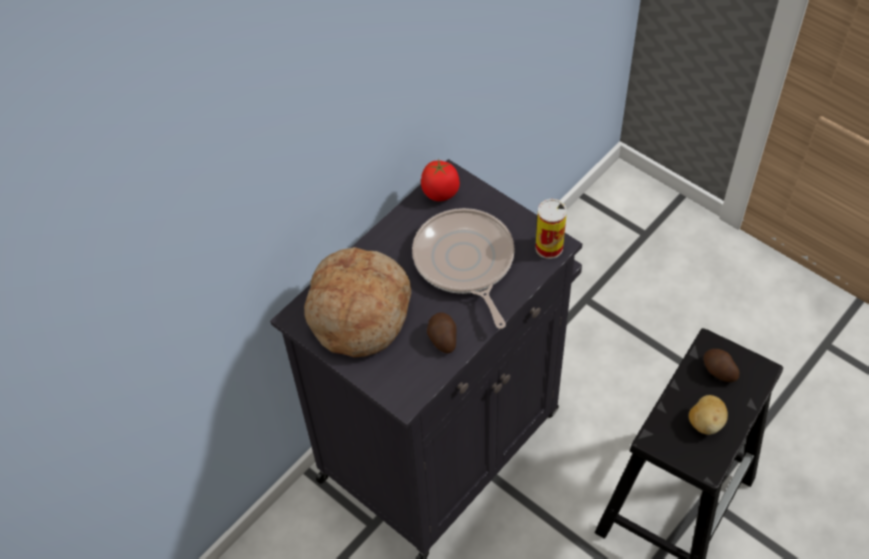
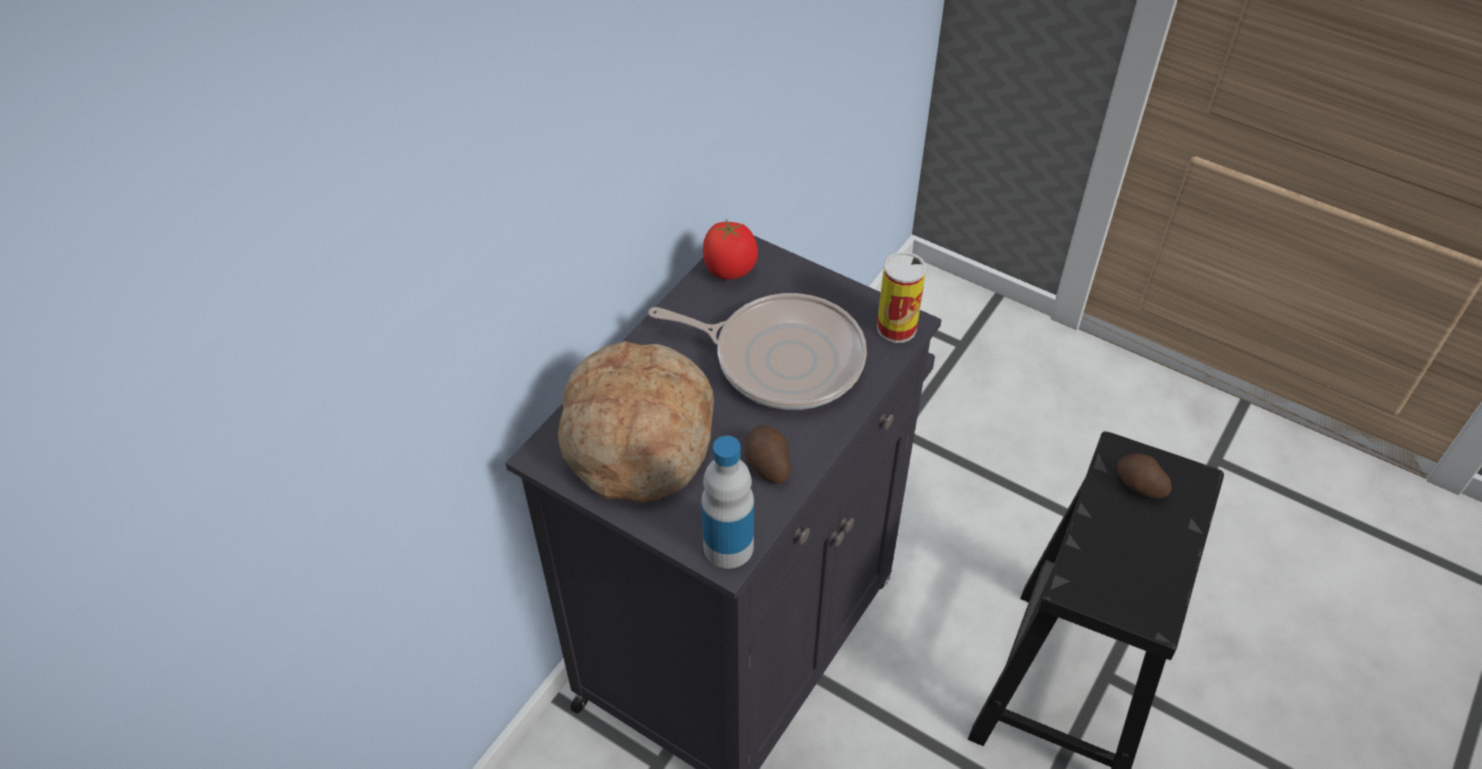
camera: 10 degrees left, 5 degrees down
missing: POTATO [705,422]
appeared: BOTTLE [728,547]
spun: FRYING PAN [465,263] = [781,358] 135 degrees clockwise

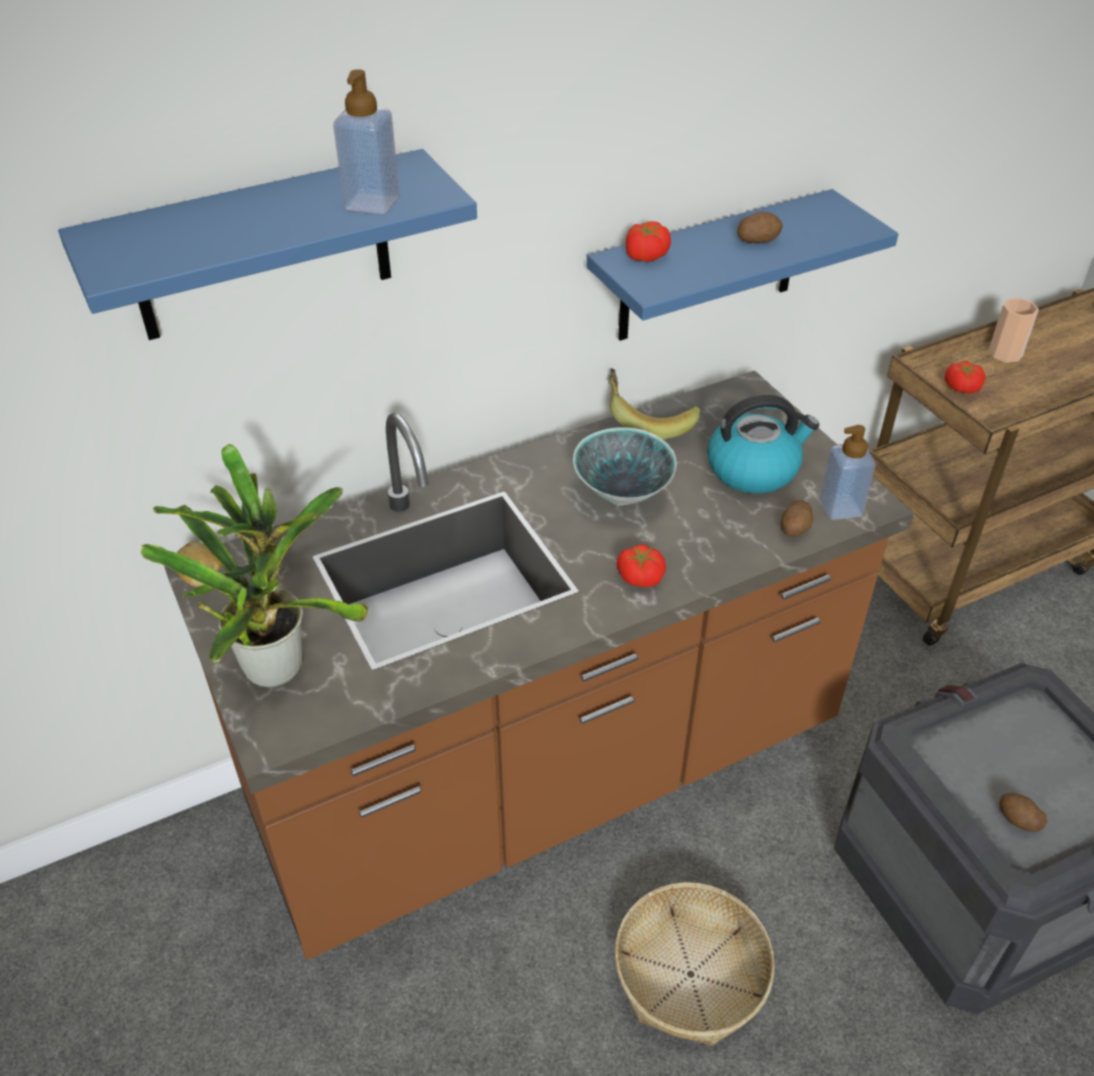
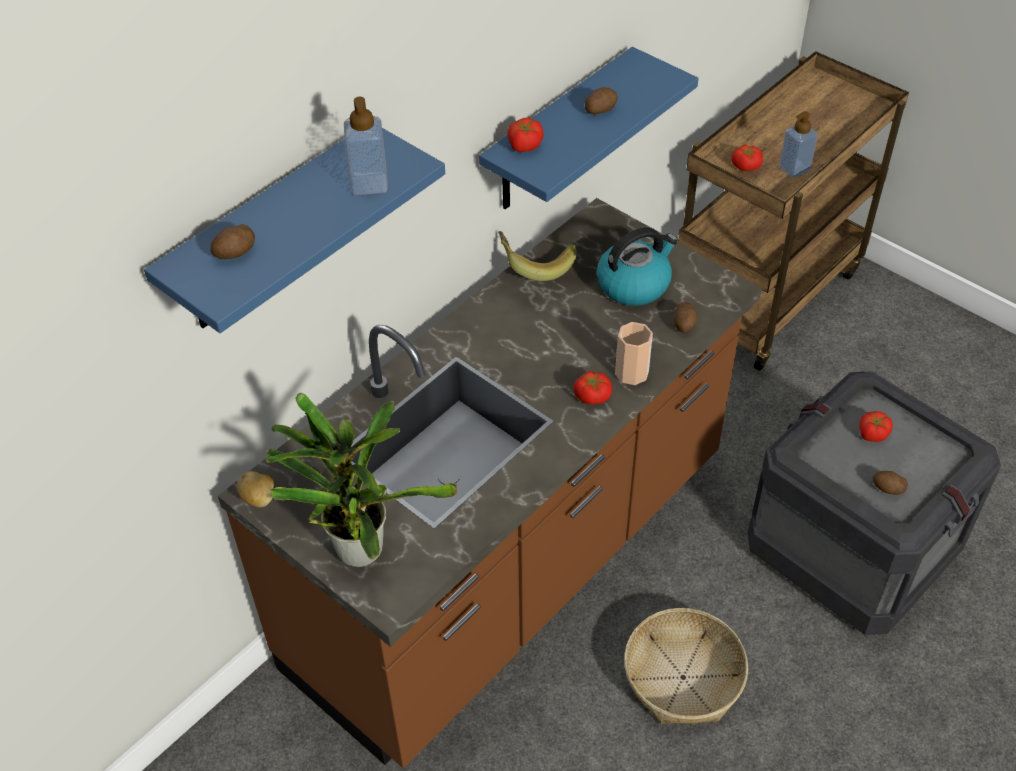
camera: 20 degrees left, 5 degrees up
missing: BOWL [622,493]
appeared: POTATO [236,253]; TOMATO [872,433]
relocated: CUP [1005,353] to [631,372]; SOAP DISPENSER [840,508] to [794,169]

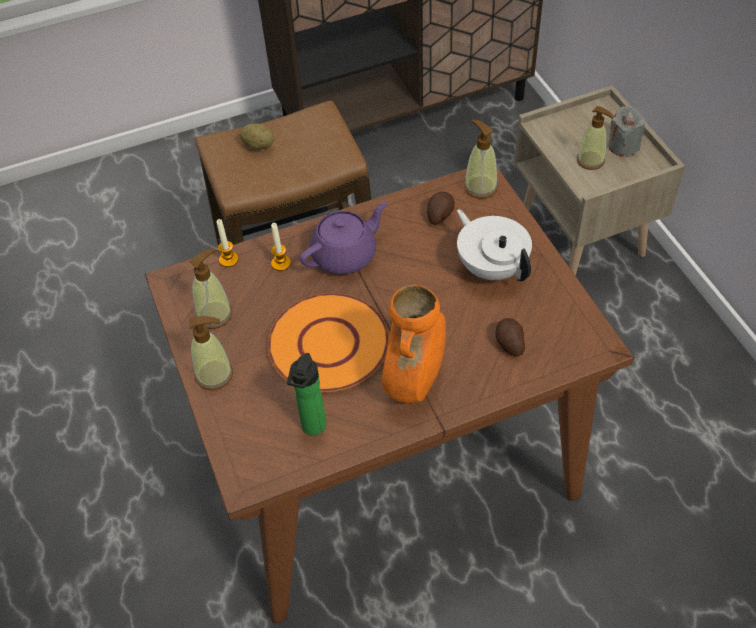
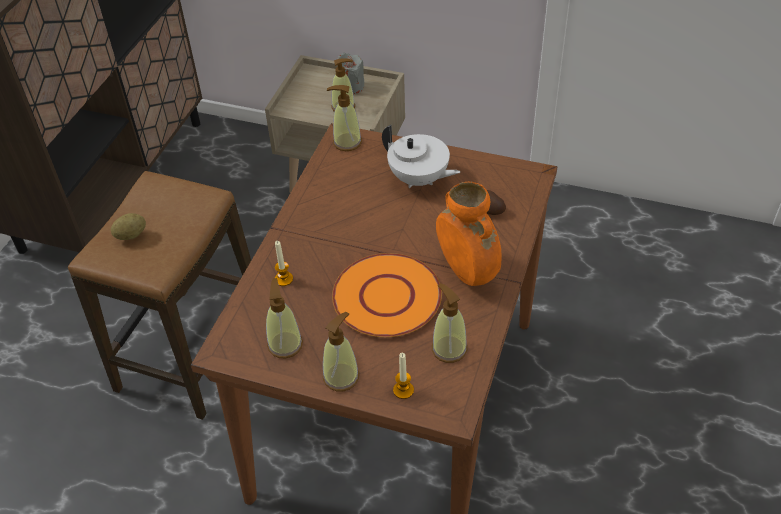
camera: 50 degrees left, 5 degrees down
missing: POTATO [439,214]; PURPLE TEAPOT [345,255]
relocated: CANDLE [228,259] to [403,390]
exchanged: BOTTLE [312,428] to SOAP DISPENSER [449,349]
spun: WHITE TEAPOT [492,267] = [419,179] 150 degrees counterclockwise

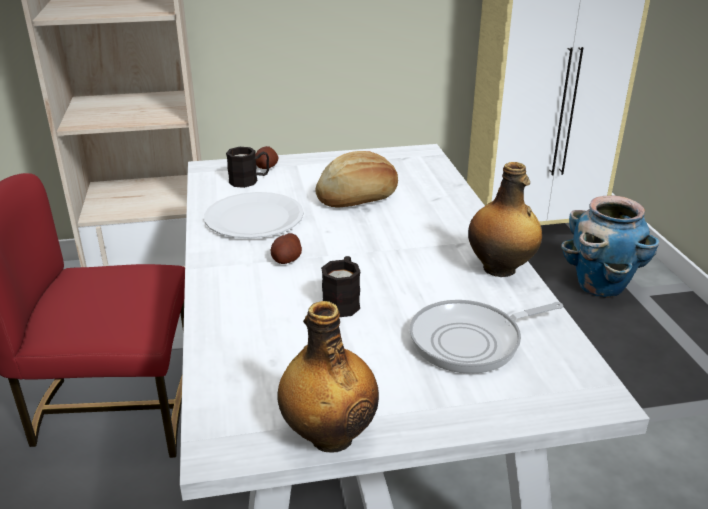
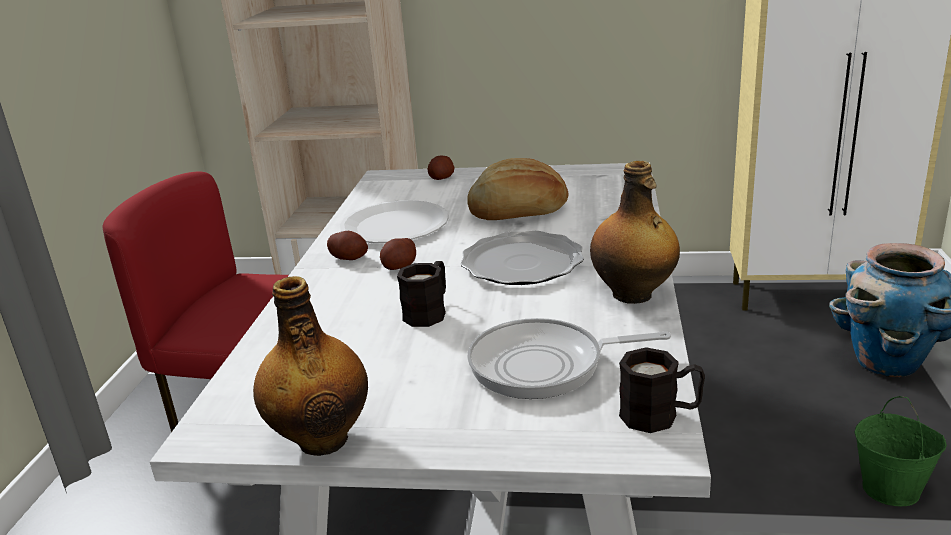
camera: 20 degrees right, 5 degrees down
appeared: POTATO [349,258]; PLATE [523,263]; GREEN BUCKET [891,489]
relocated: BLACK MUG [249,181] to [660,415]

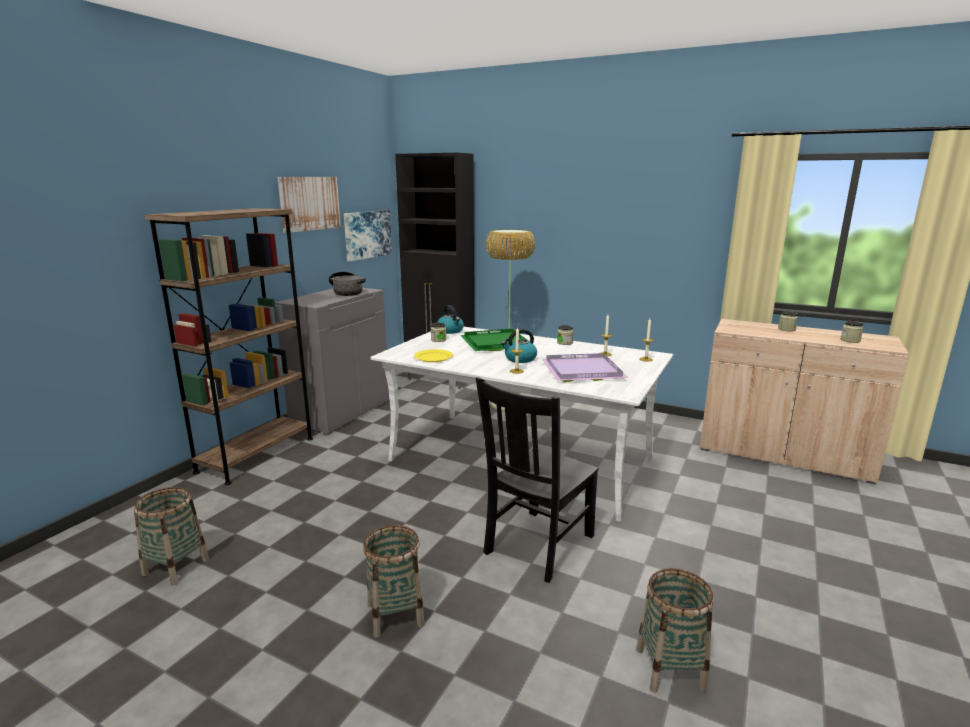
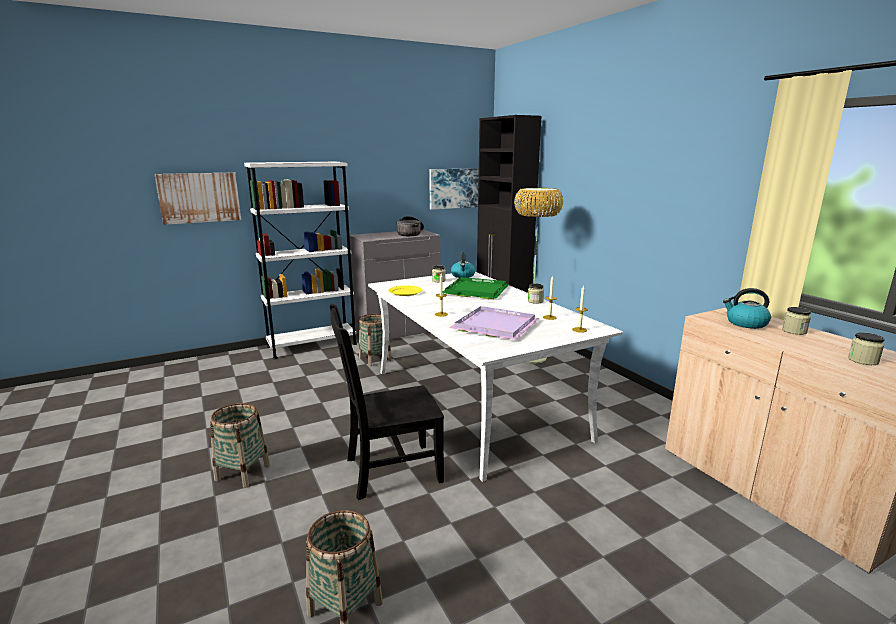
camera: 35 degrees right, 0 degrees up
relocated: PICTURE [309,203] to [199,197]; KETTLE [520,359] to [745,323]; BASKET [176,566] to [375,359]
colour: BROWN BOOKCASE [256,455] to WHITE BOOKCASE [312,345]

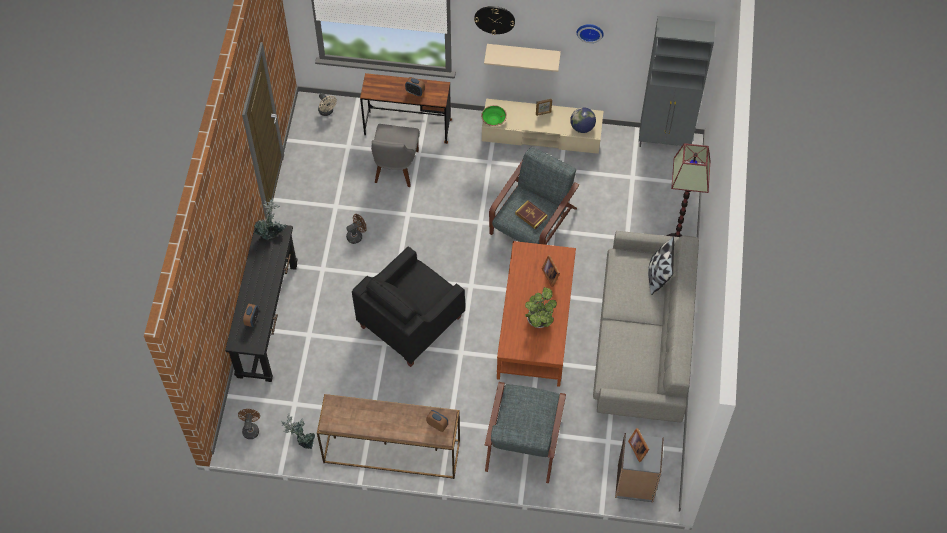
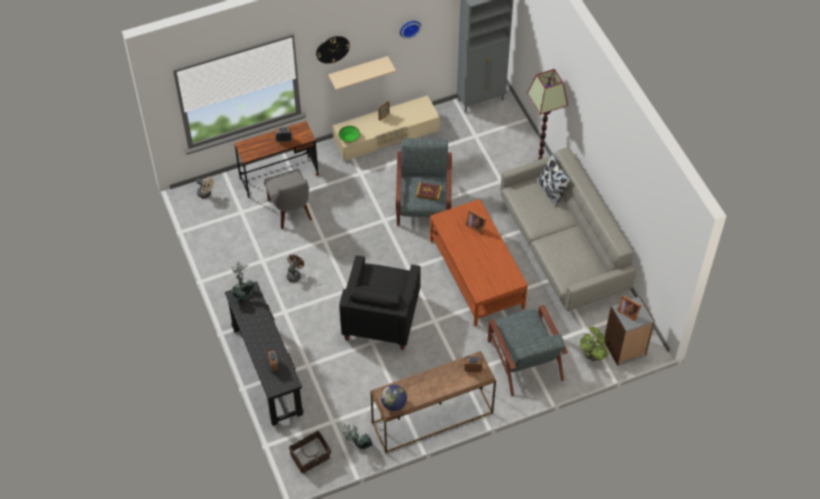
camera: 30 degrees left, 5 degrees down
relocated: GLOBE [582,127] to [394,404]; POTTED PLANT [539,319] to [592,355]
exchanged: BROWN FAN [251,429] to BASKET [311,457]

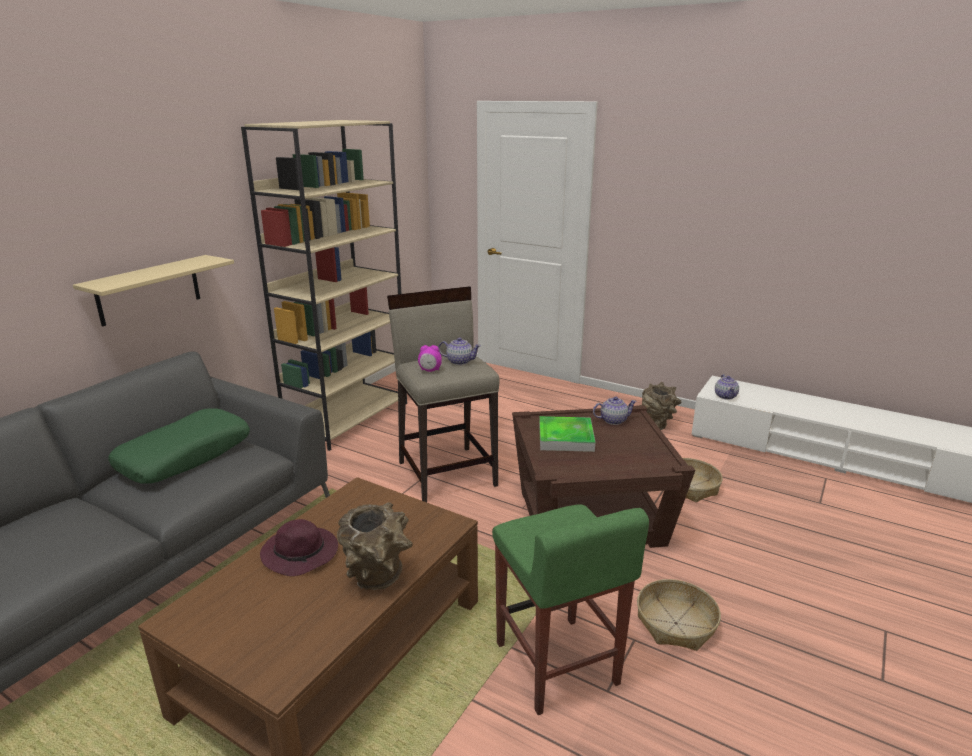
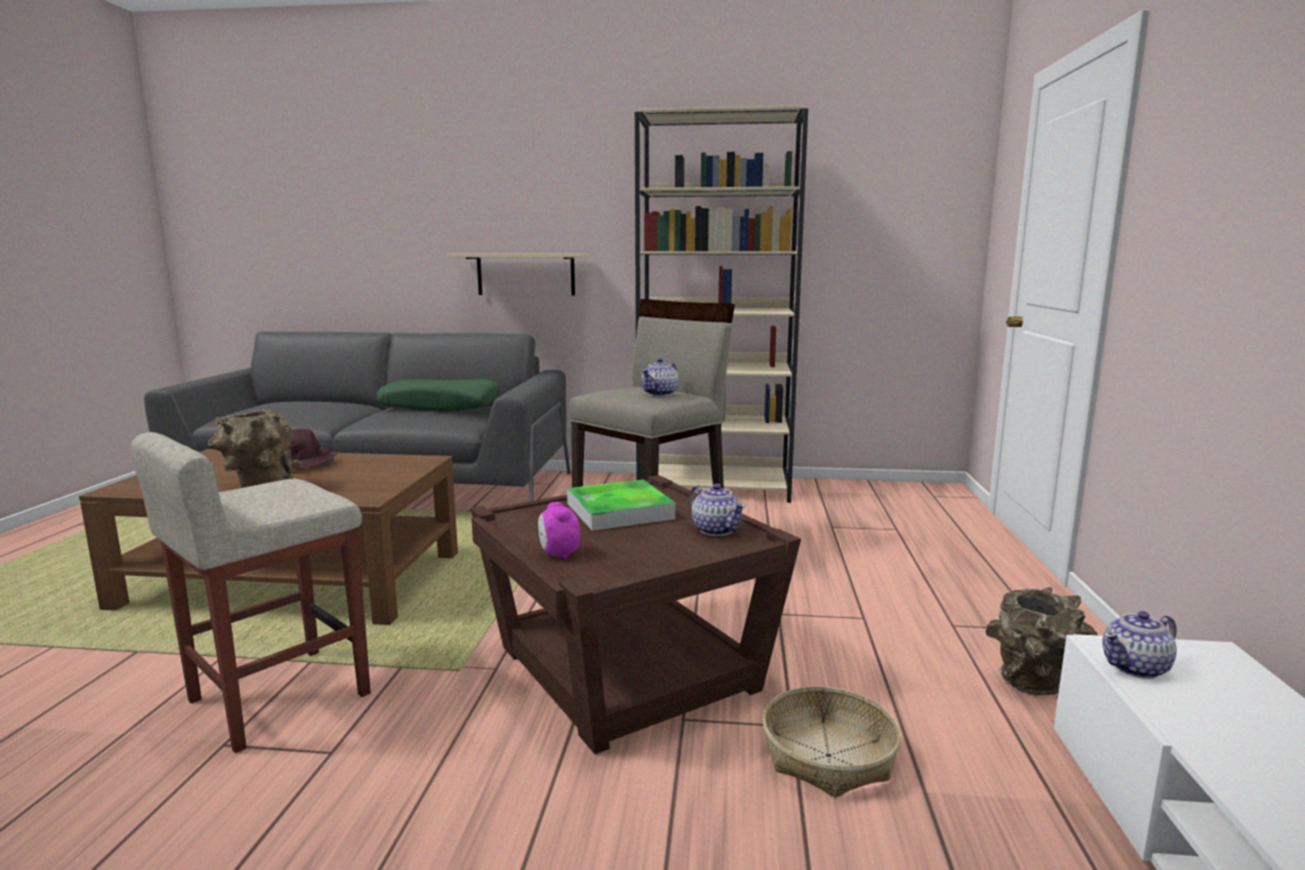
camera: 65 degrees right, 10 degrees down
missing: BASKET [676,623]
relocated: ALARM CLOCK [430,370] to [559,554]
colour: GREEN STOOL [557,665] to BEIGE STOOL [276,698]
spun: TEAPOT [459,361] = [660,394] 45 degrees clockwise

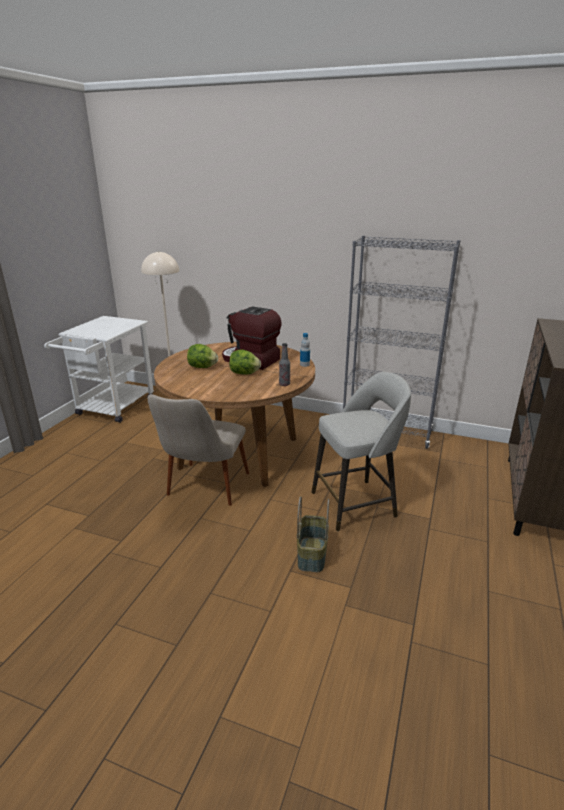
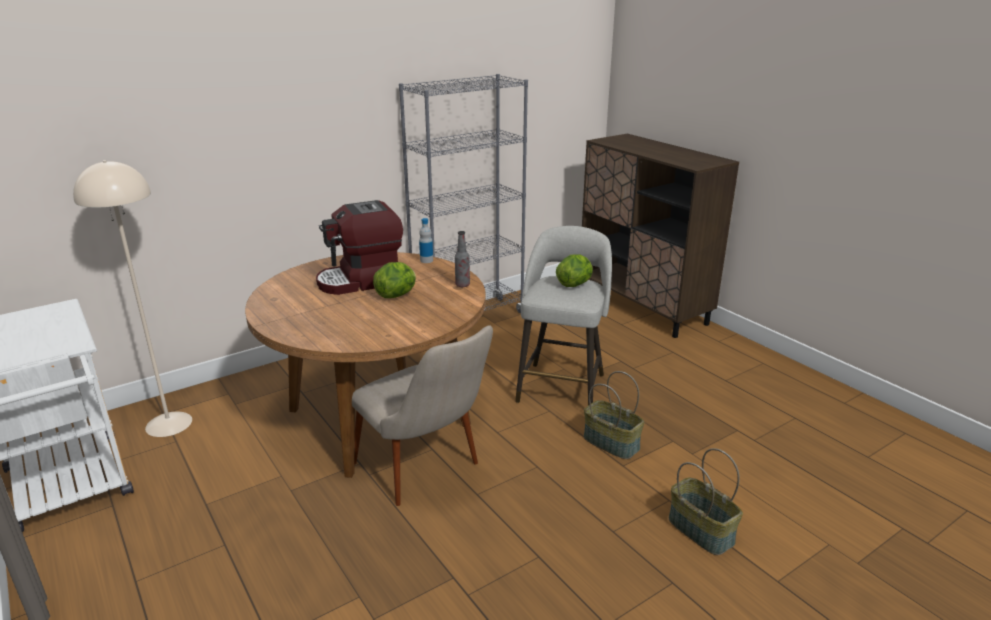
camera: 55 degrees left, 0 degrees up
appeared: BASKET [702,530]
relocated: LETTUCE [202,367] to [575,284]

